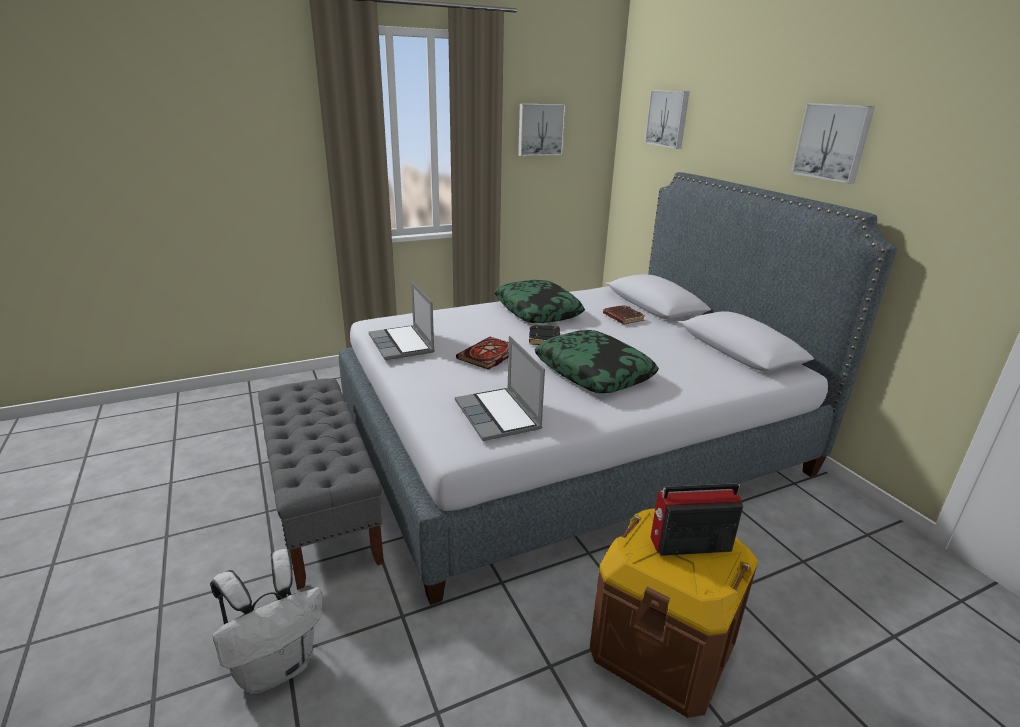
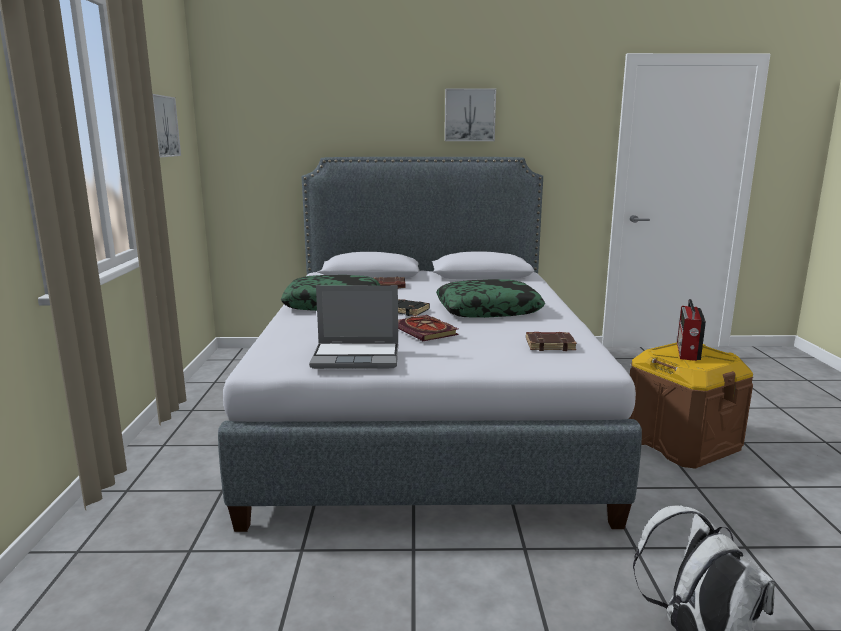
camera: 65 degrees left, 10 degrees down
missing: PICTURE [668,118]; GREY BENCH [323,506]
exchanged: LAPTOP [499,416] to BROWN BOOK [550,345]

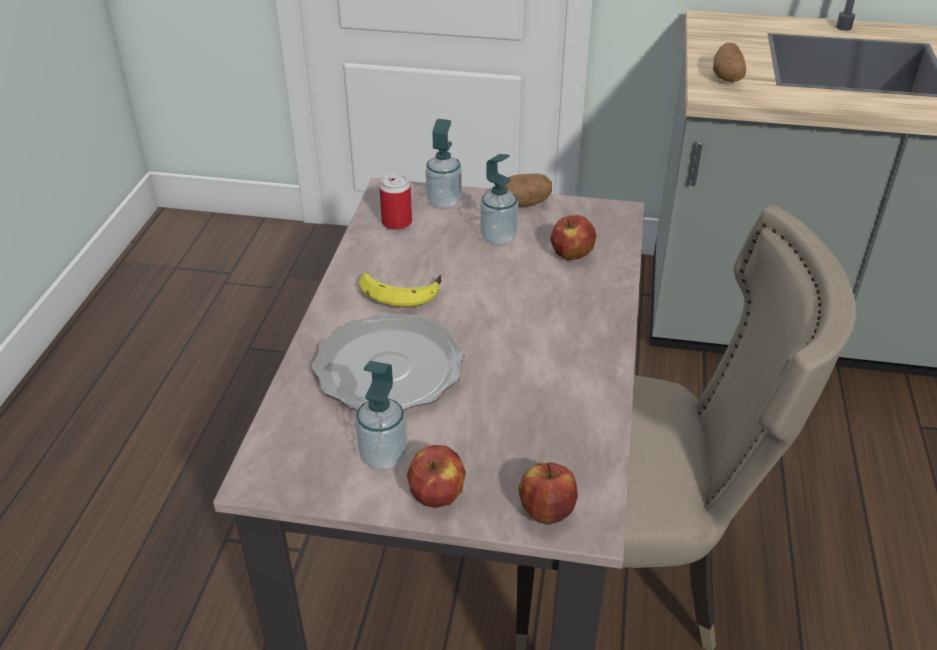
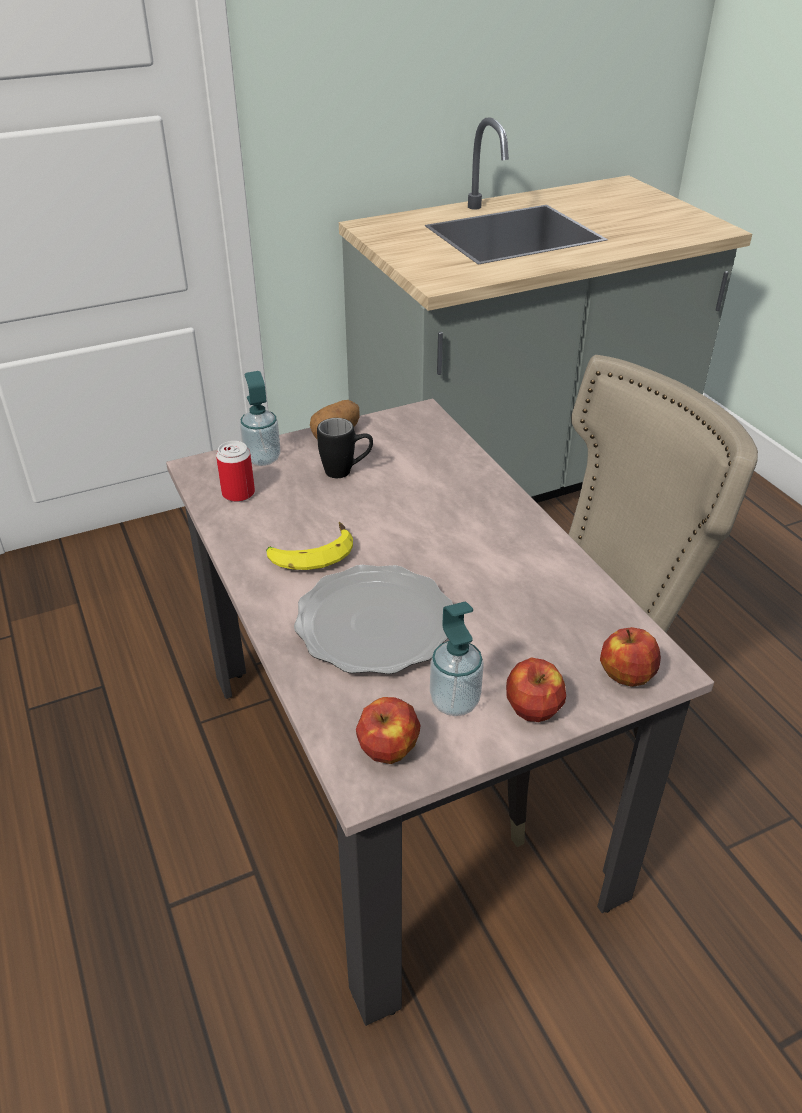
camera: 35 degrees left, 0 degrees up
missing: POTATO [727,77]
relocated: APPLE [572,254] to [389,749]
exchanged: SOAP DISPENSER [498,238] to BLACK MUG [346,472]

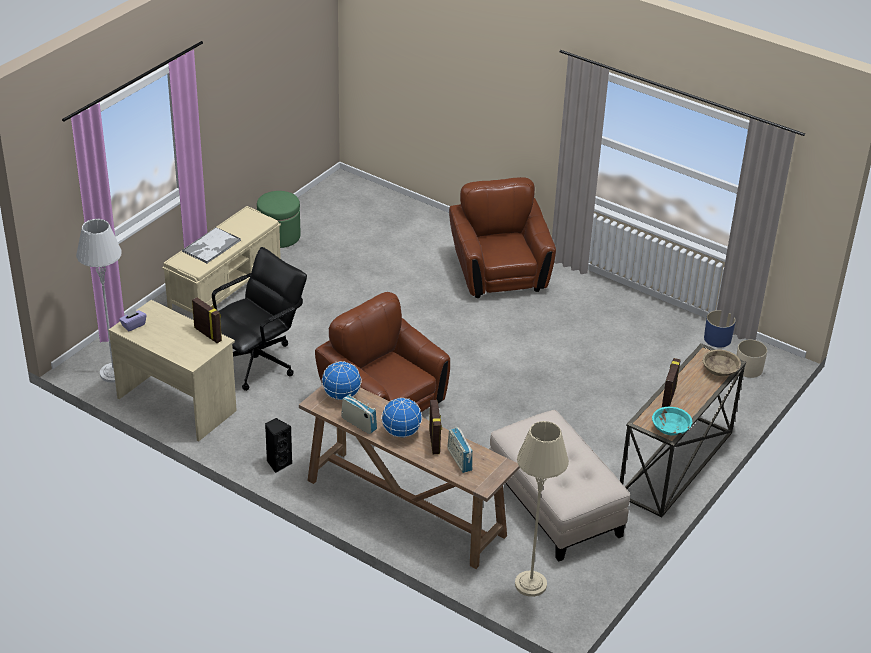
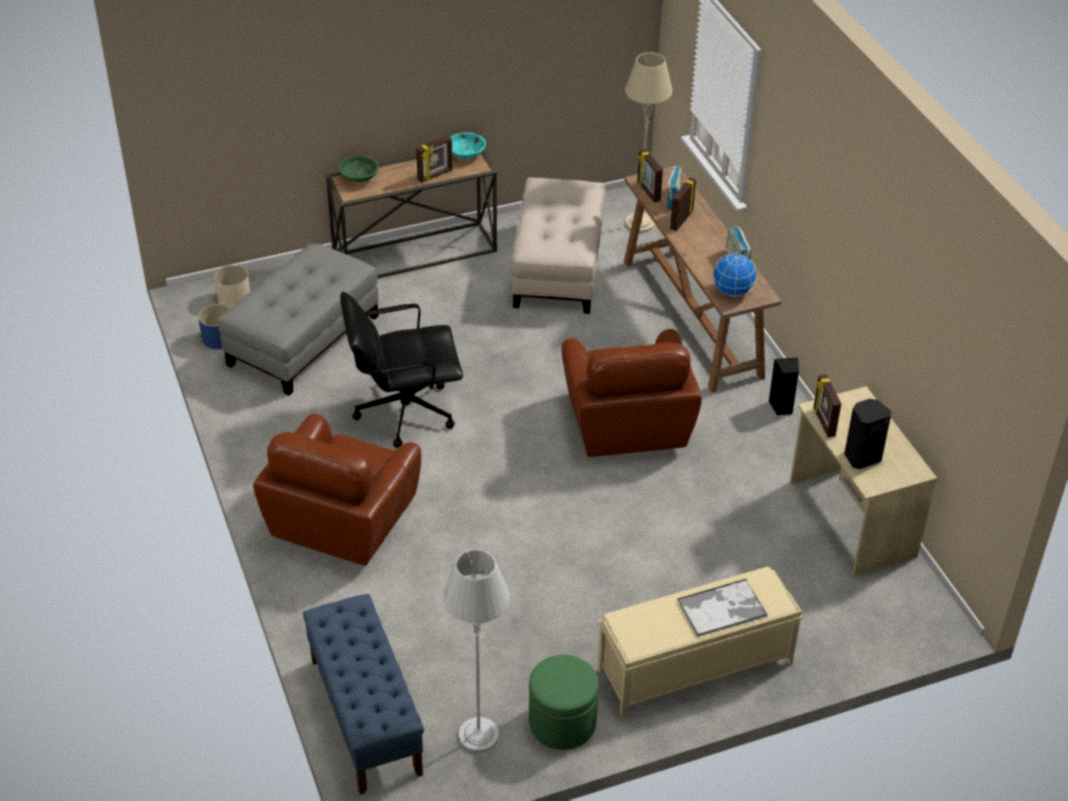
camera: 145 degrees left, 5 degrees up
missing: PURPLE TISSUE BOX [133,325]; GLOBE [401,432]
appeared: PICTURE FRAME [648,192]; GREY OTTOMAN [303,340]; BLACK SPEAKER [861,457]; BLUE BENCH [365,716]
relocated: GREY FLOOR LAMP [114,373] to [478,736]; BLACK OFFICE CHAIR [256,363] to [404,411]
colour: BEIGE BOWL [720,371] to GREEN BOWL [359,177]

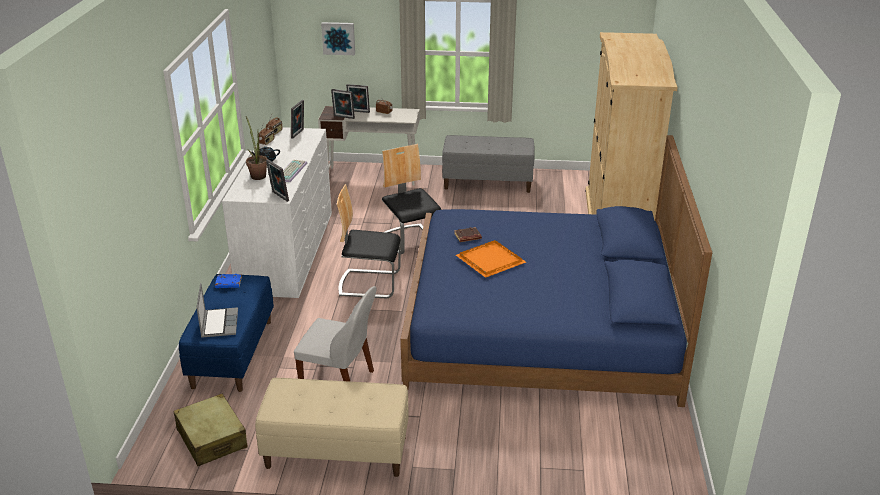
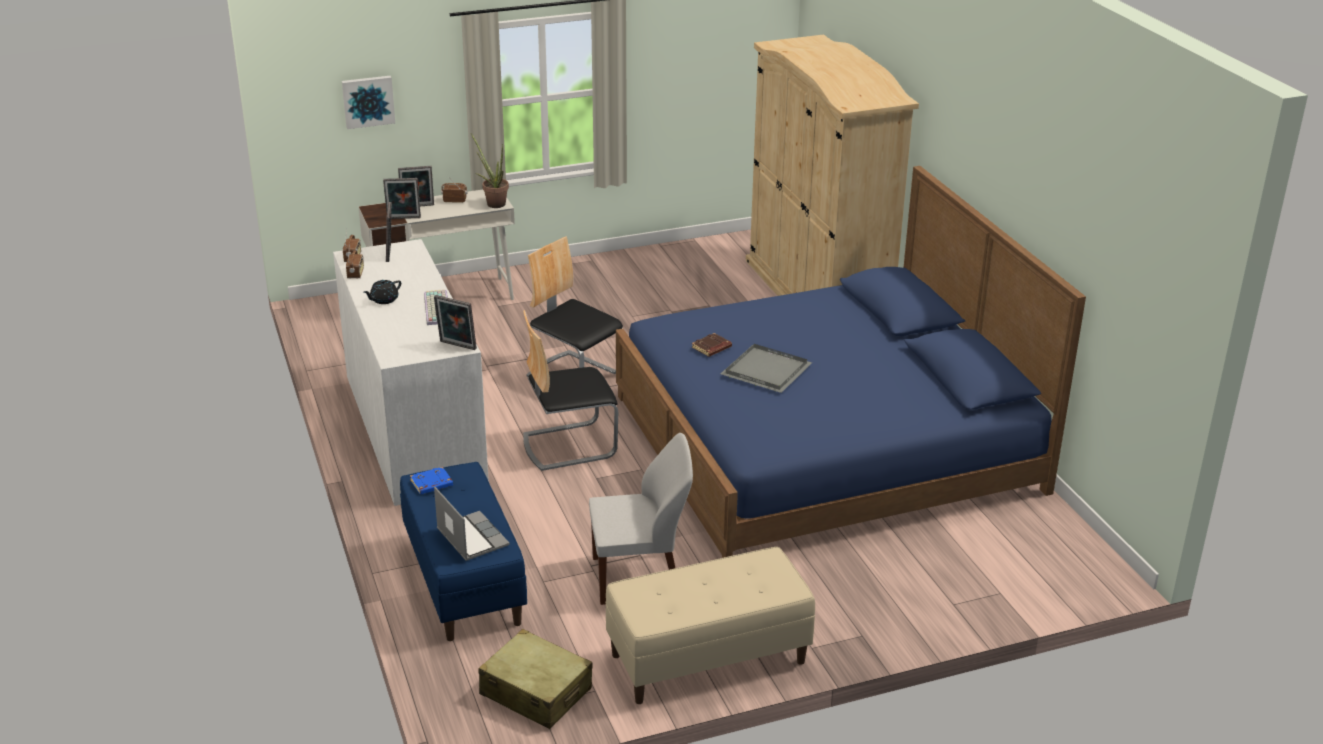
camera: 25 degrees left, 0 degrees up
missing: GREY BENCH [488,182]
relocated: POTTED PLANT [257,175] to [493,203]
colour: ORANGE TRAY [492,260] to GREY TRAY [768,371]

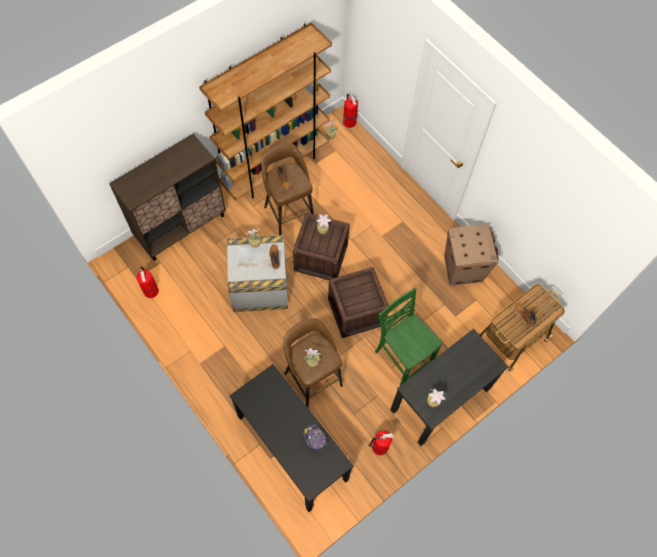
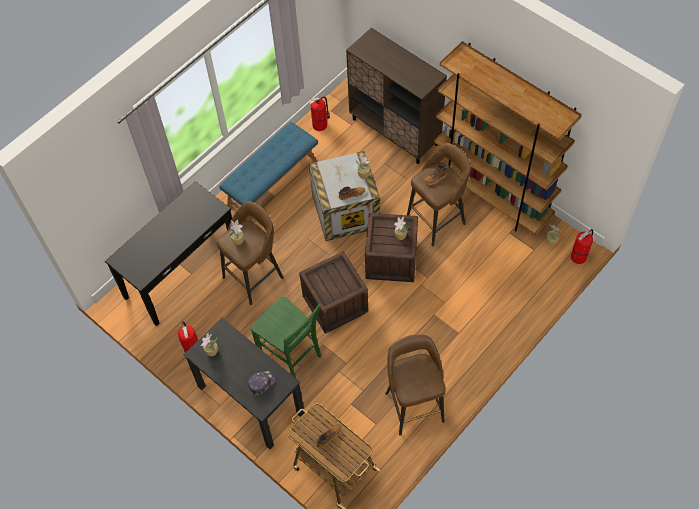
camera: 85 degrees right, 5 degrees down
appeared: BLUE BENCH [272,183]
relocated: CAP [315,438] to [261,383]
exchanged: CARDBOARD BOX [463,268] to BROWN STOOL [414,405]
spun: GREEN CHAIR [401,357] = [291,355] 90 degrees clockwise

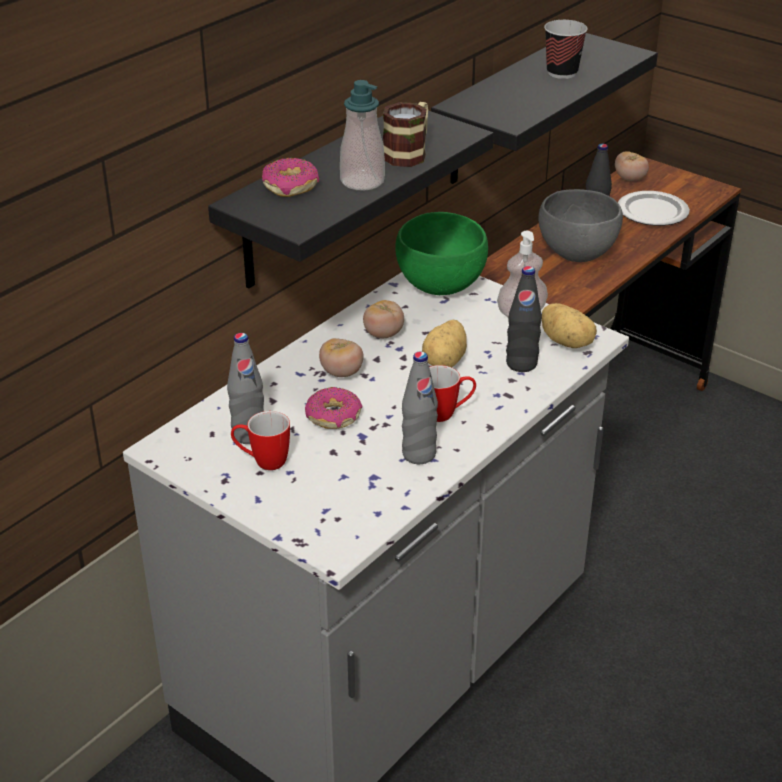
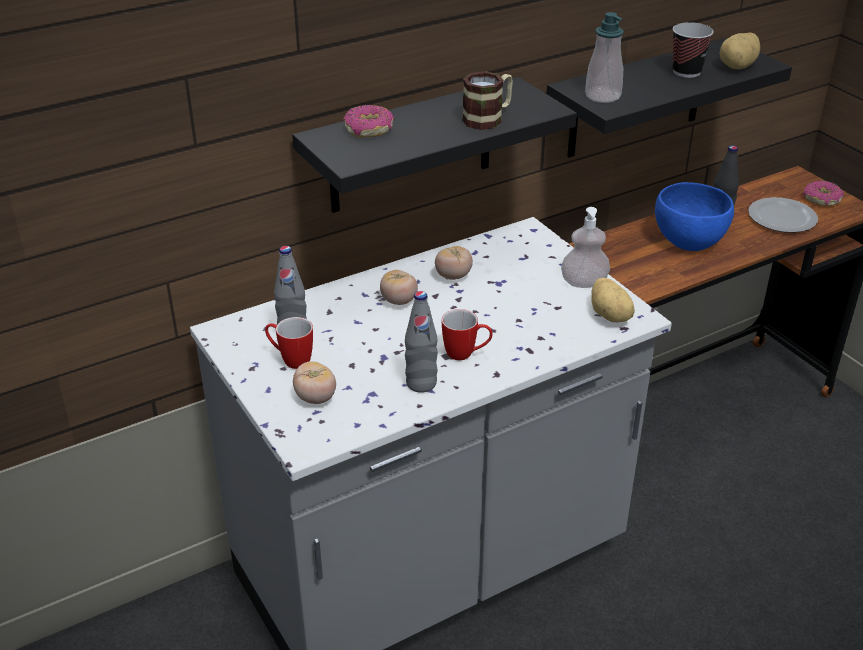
camera: 20 degrees right, 0 degrees up
missing: GREEN BOWL [439,286]; BLACK BOTTLE [521,364]
relocated: SOAP DISPENSER [362,181] to [602,96]; TOMATO [629,179] to [315,398]; POTATO [446,361] to [739,66]; DONUT [334,416] to [822,199]
colour: GREY BOWL [578,253] to BLUE BOWL [689,242]

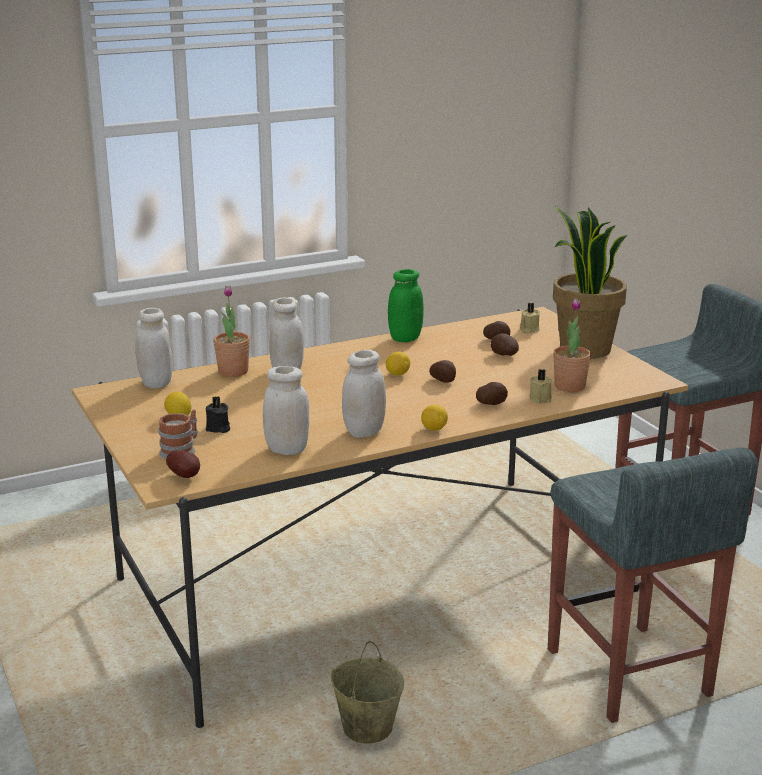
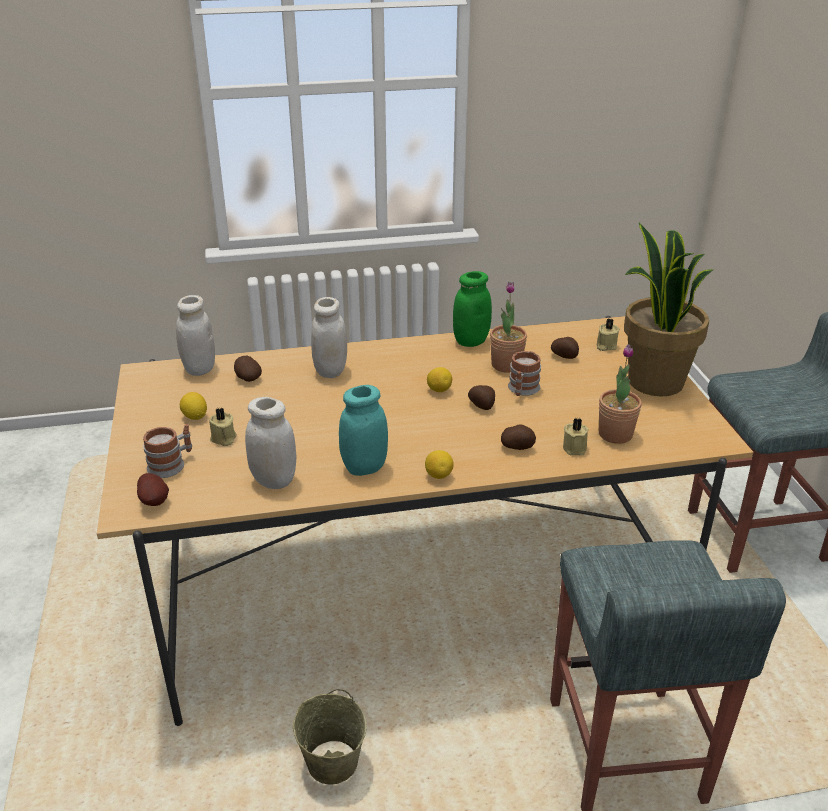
camera: 15 degrees right, 10 degrees up
appeared: MUG [522,390]
relocated: POTTED PLANT [233,371] to [506,365]; POTATO [504,355] to [247,378]
colour: WHITE JAR [364,432] to TURQUOISE JAR [364,467]; BLACK CANDLE [218,428] to BEIGE CANDLE [223,439]

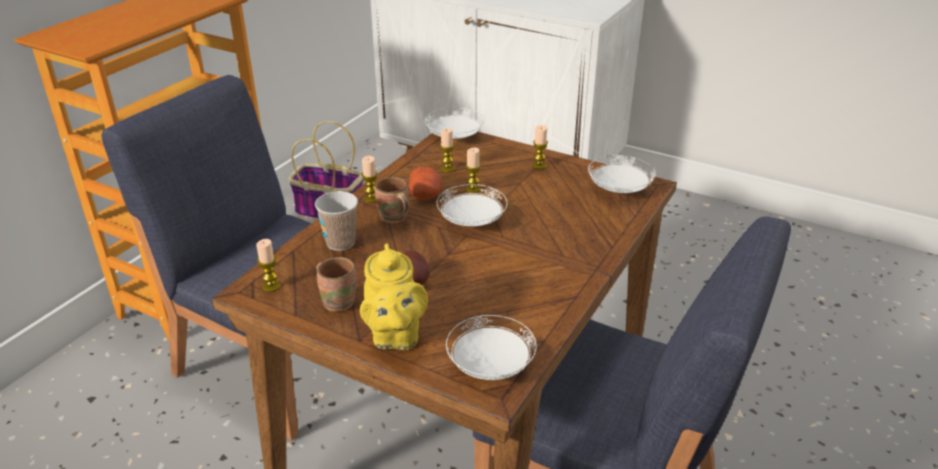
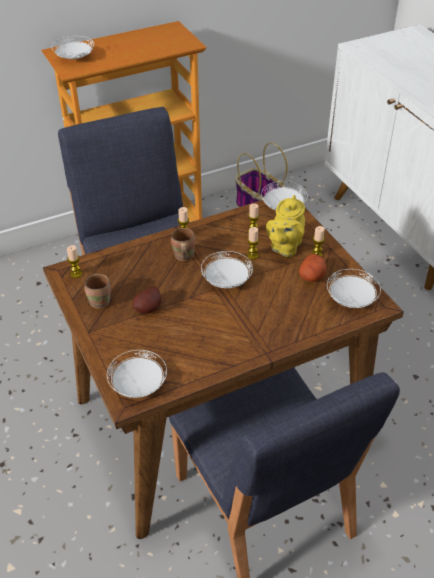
camera: 35 degrees right, 10 degrees up
missing: CUP [340,243]
appeared: WHITE PLATE [74,58]
relocated: POTATO [425,196] to [312,276]; YELLOW TEAPOT [394,336] to [285,247]

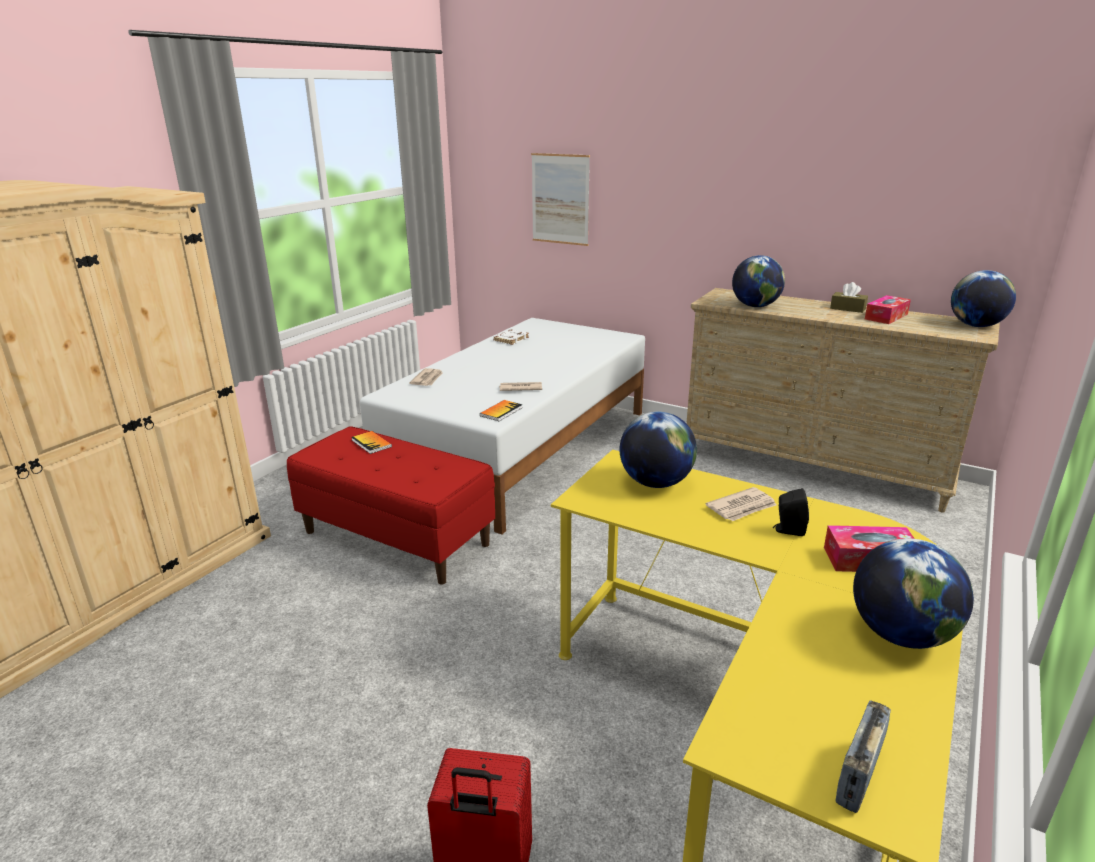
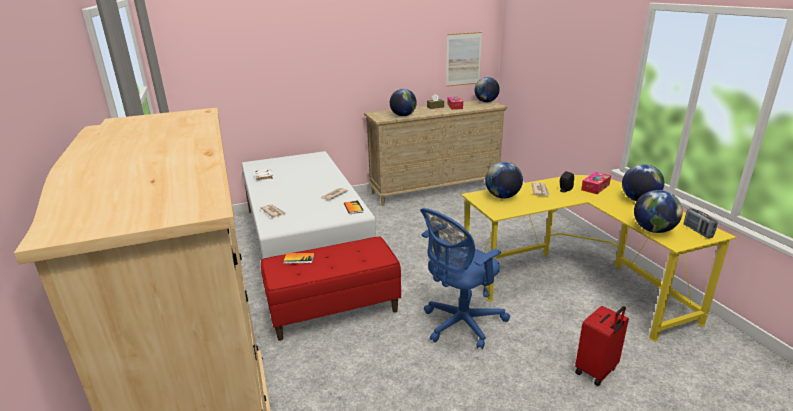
camera: 50 degrees left, 0 degrees up
appeared: GLOBE [653,230]; BLUE OFFICE CHAIR [460,324]
relocated: PICTURE [560,199] to [463,59]

